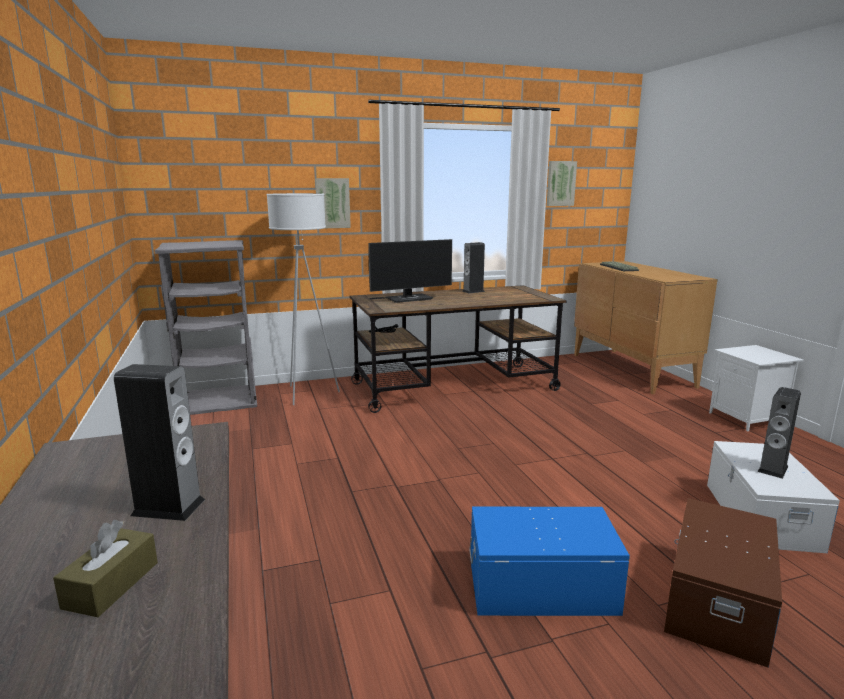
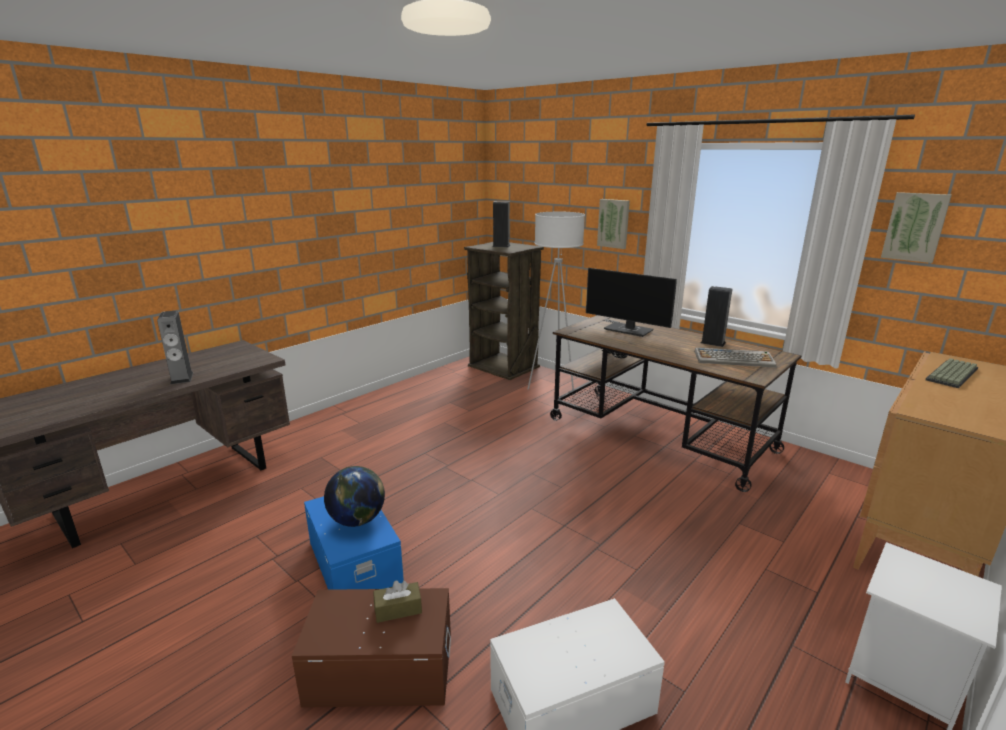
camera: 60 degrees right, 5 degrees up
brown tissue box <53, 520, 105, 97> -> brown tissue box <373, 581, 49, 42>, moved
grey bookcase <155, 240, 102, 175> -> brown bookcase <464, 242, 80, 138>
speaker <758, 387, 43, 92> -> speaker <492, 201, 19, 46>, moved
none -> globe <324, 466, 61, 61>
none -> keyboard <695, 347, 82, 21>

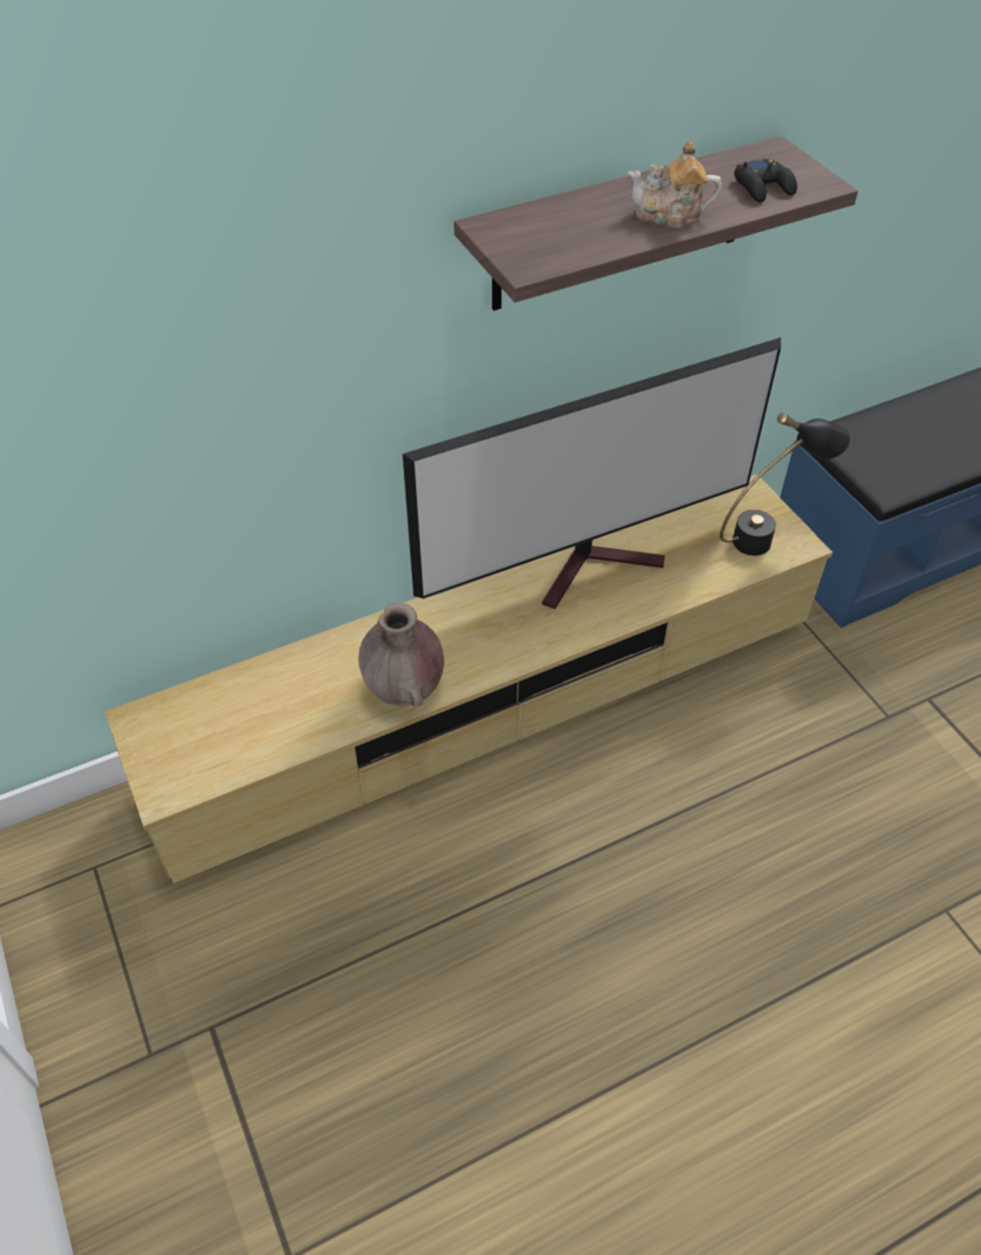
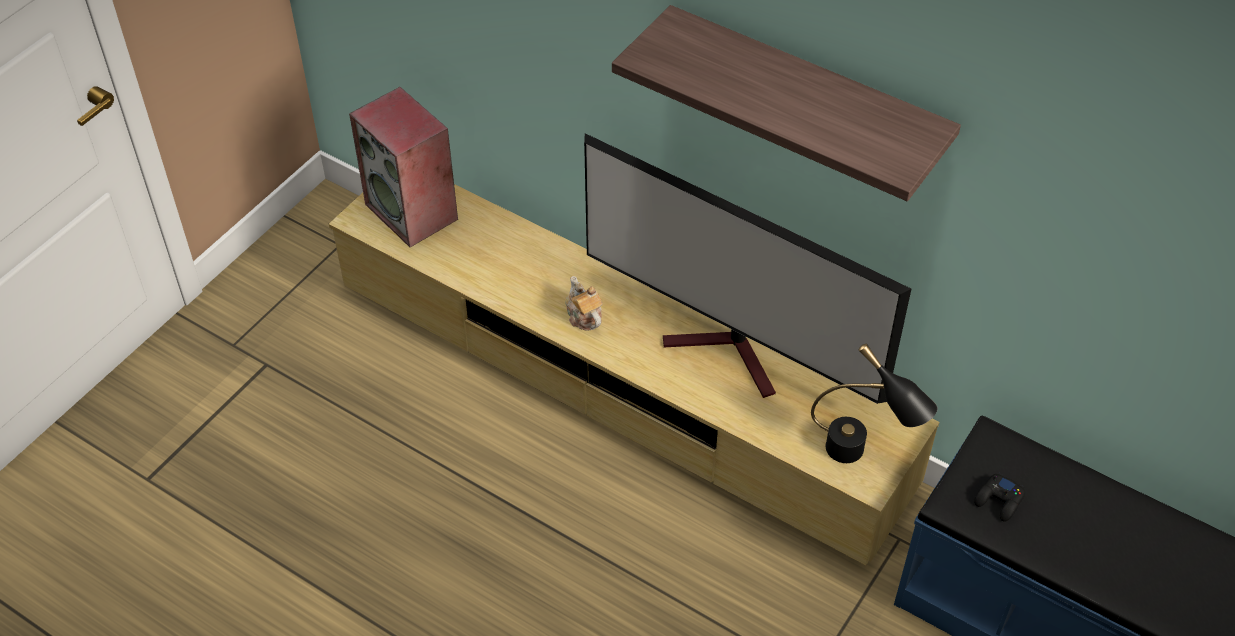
camera: 60 degrees right, 0 degrees up
brown vase <359, 603, 85, 103> -> none
teapot <628, 141, 94, 87> -> teapot <566, 276, 37, 55>, moved
black game controller <734, 159, 63, 44> -> black game controller <974, 473, 51, 49>, moved
none -> speaker <349, 87, 109, 160>

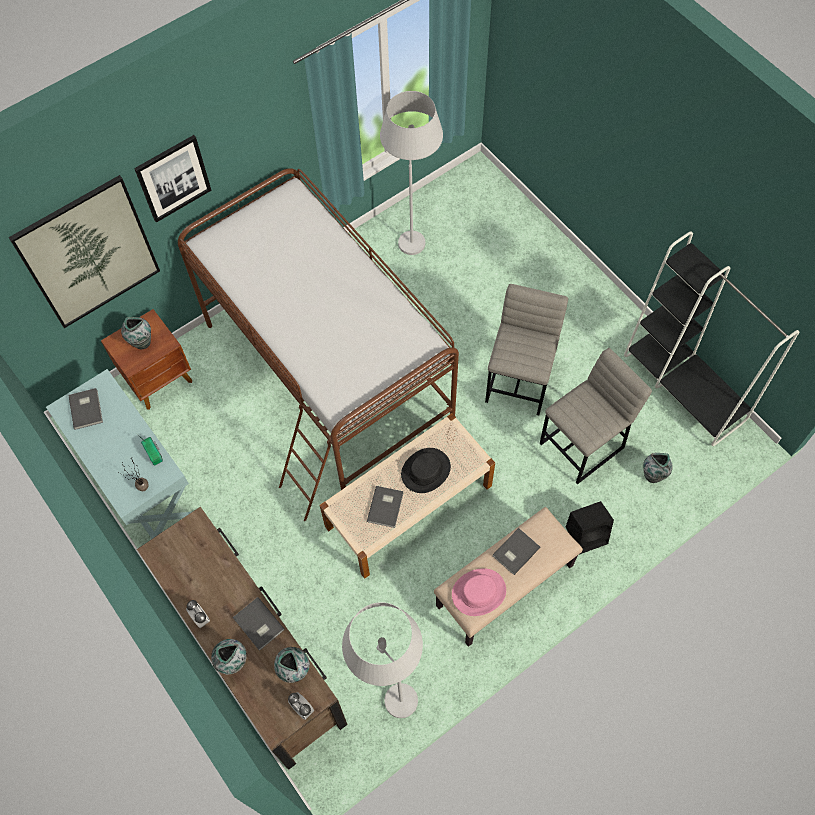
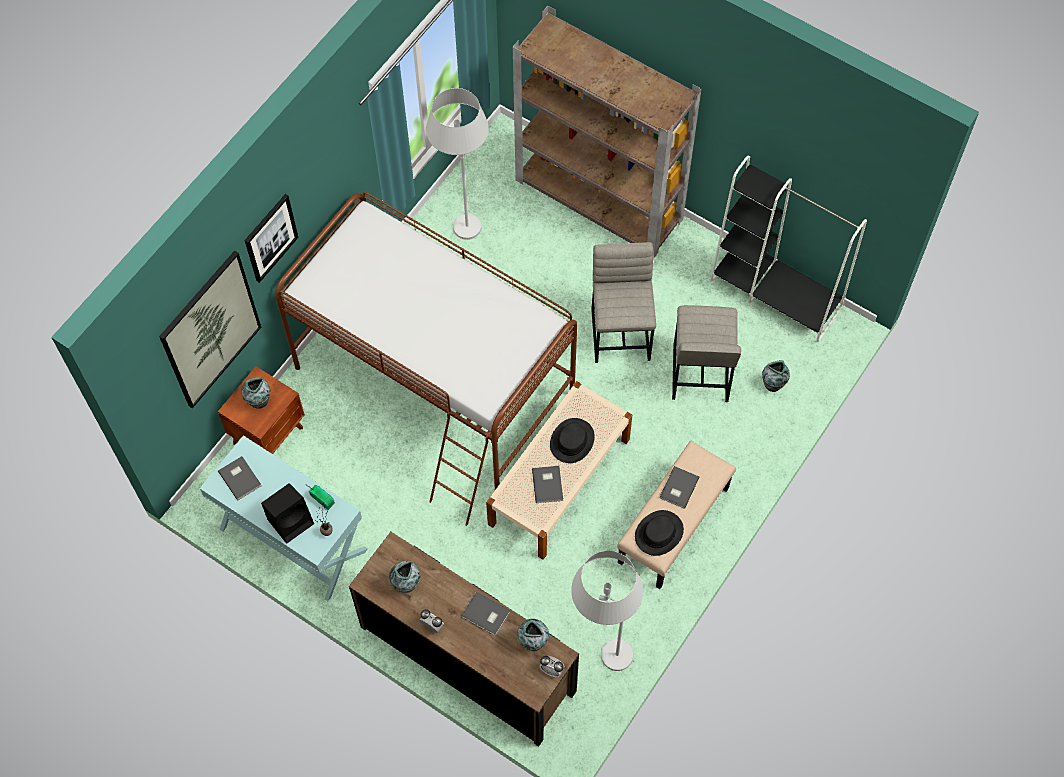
camera: 20 degrees left, 0 degrees up
vase <211, 639, 36, 36> -> vase <389, 561, 31, 32>, moved
pink hat <452, 568, 54, 48> -> black hat <635, 510, 49, 46>
grey chair <540, 348, 112, 136> -> grey chair <672, 305, 69, 97>, 150 degrees clockwise
black speaker <566, 501, 48, 53> -> black speaker <261, 483, 53, 61>, moved
none -> brown bookcase <513, 5, 189, 254>

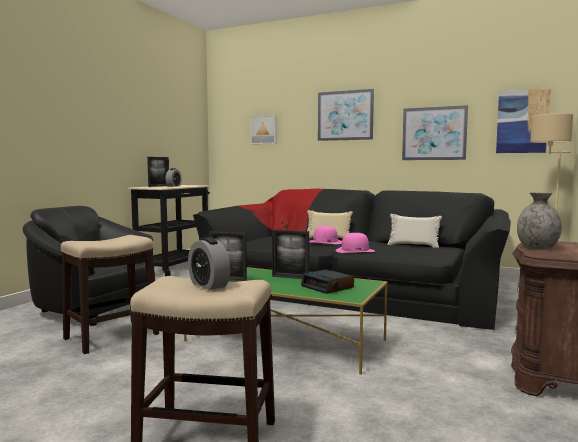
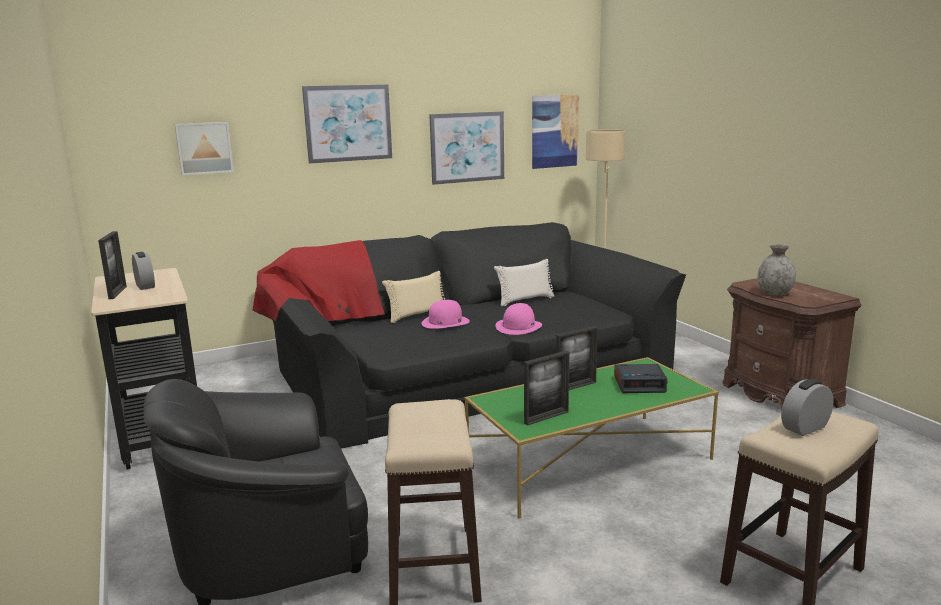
camera: 50 degrees left, 10 degrees up
alarm clock <188, 237, 42, 53> -> alarm clock <781, 379, 53, 57>, 150 degrees clockwise

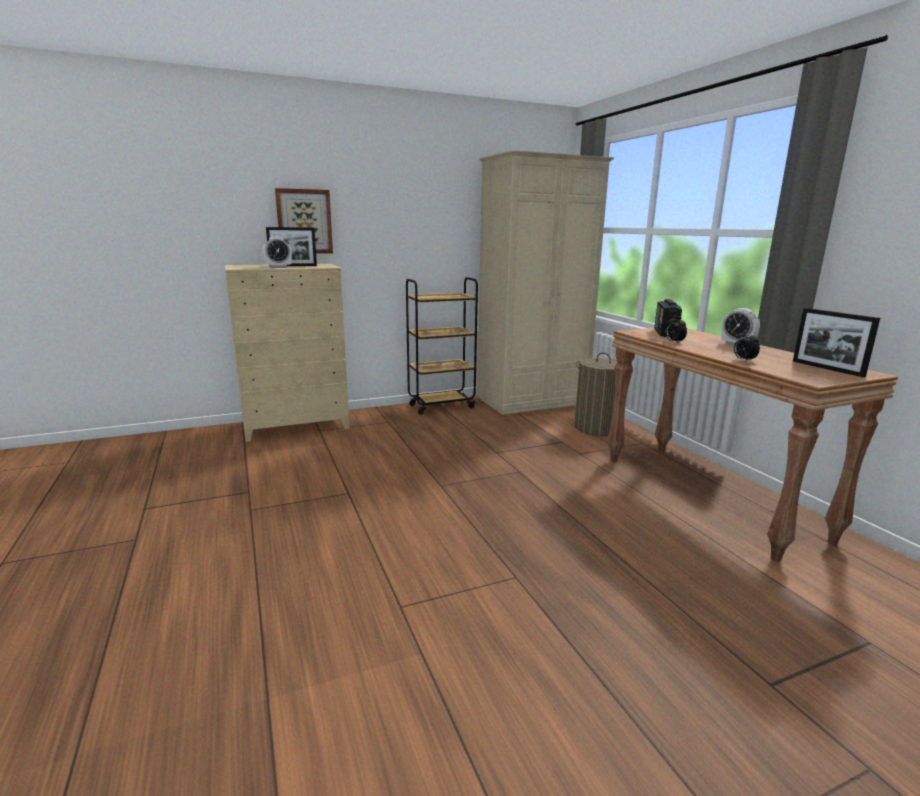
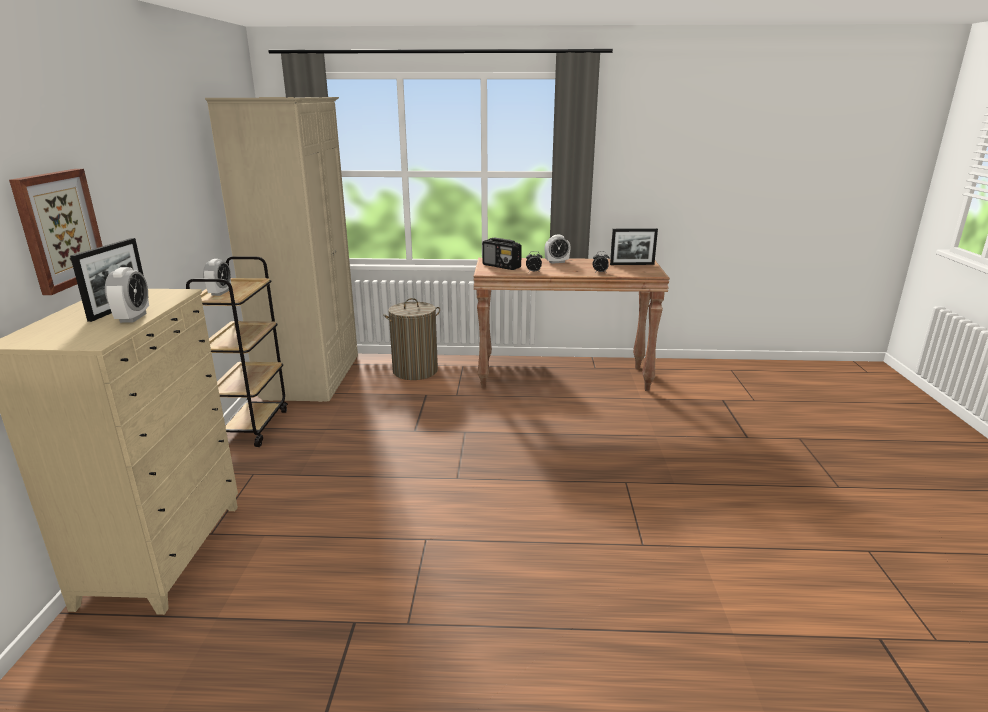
camera: 65 degrees left, 5 degrees up
none -> alarm clock <203, 259, 28, 37>

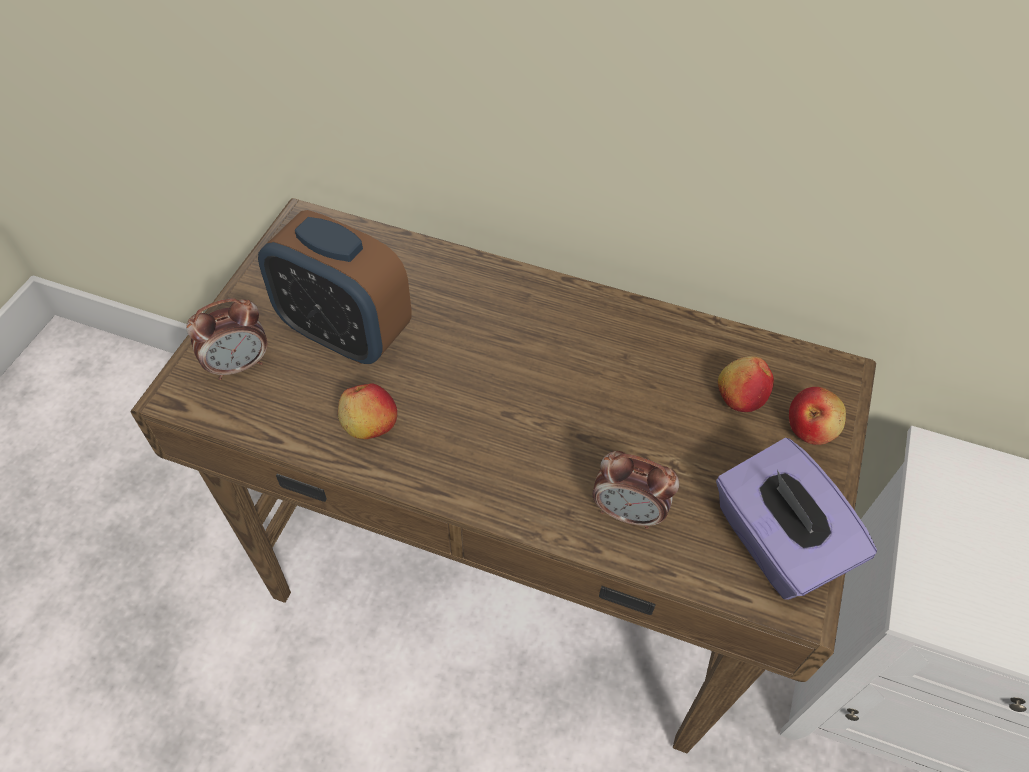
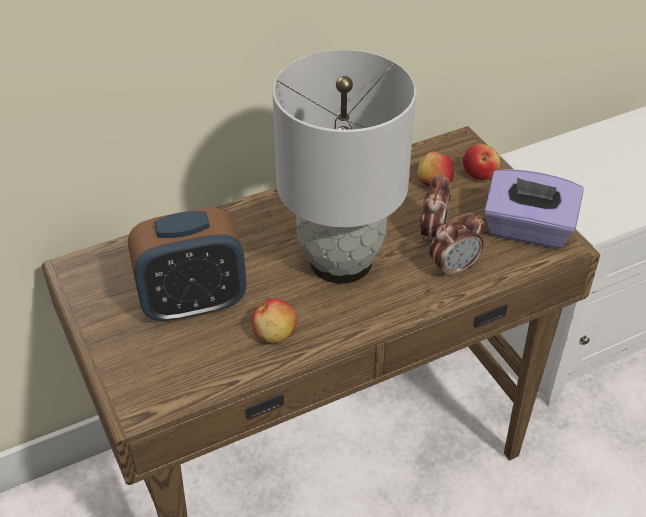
camera: 45 degrees left, 10 degrees down
alarm clock <186, 298, 81, 82> -> alarm clock <420, 172, 31, 68>, moved
none -> white table lamp <272, 50, 144, 234>

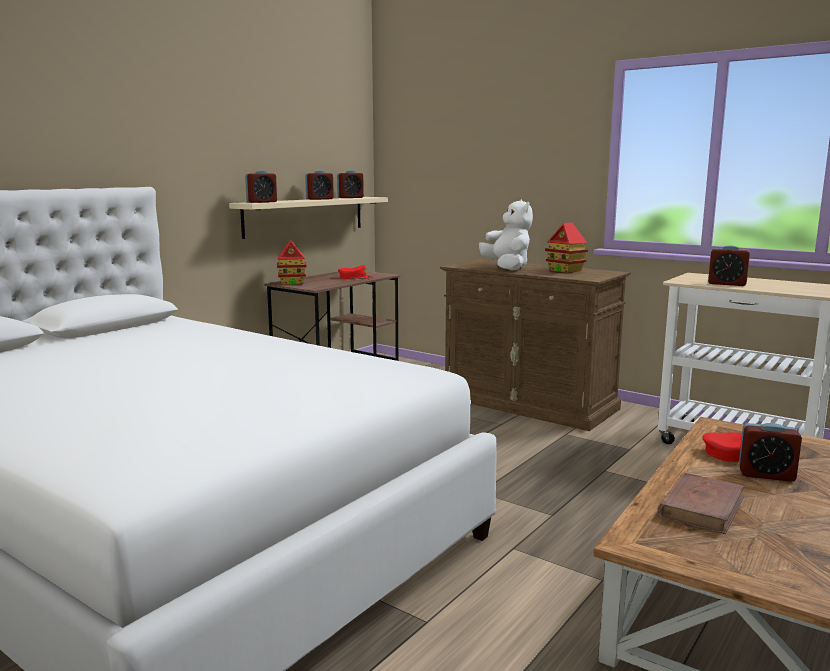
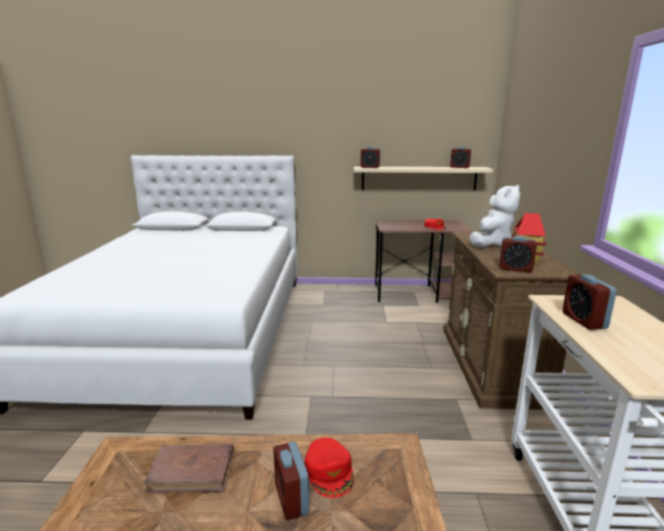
camera: 55 degrees right, 5 degrees up
toy house <277, 239, 29, 46> -> none
alarm clock <305, 170, 29, 30> -> alarm clock <499, 236, 38, 36>, moved

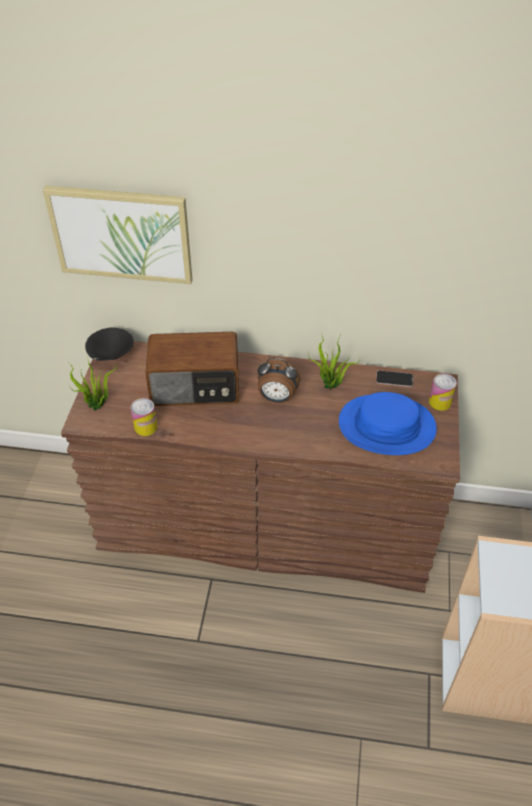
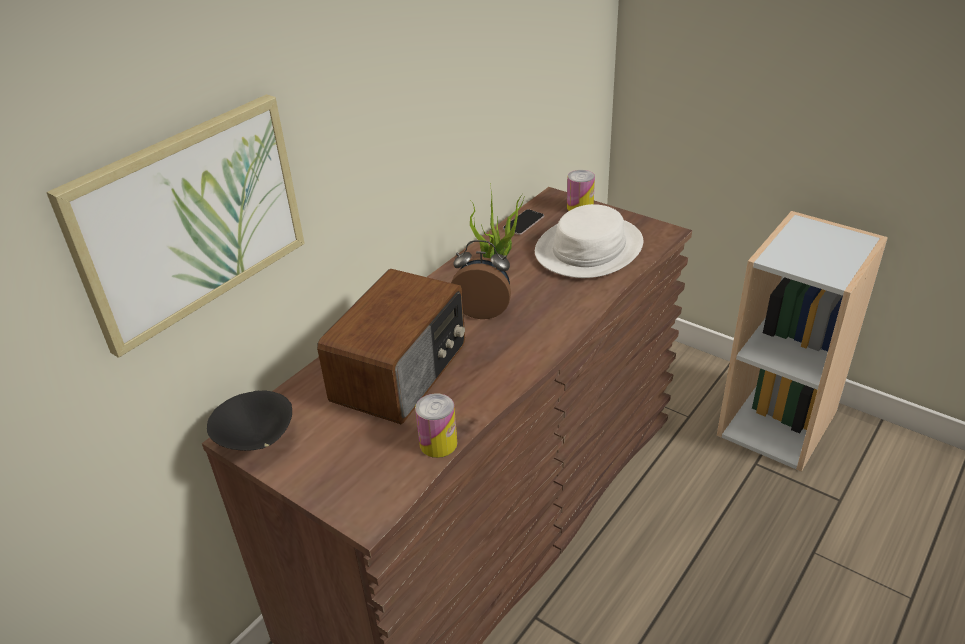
camera: 60 degrees left, 10 degrees down
potted plant <69, 351, 48, 60> -> none
alarm clock <257, 358, 43, 45> -> alarm clock <451, 240, 60, 79>, 120 degrees counterclockwise
blue hat <339, 392, 98, 63> -> white hat <535, 204, 108, 74>

